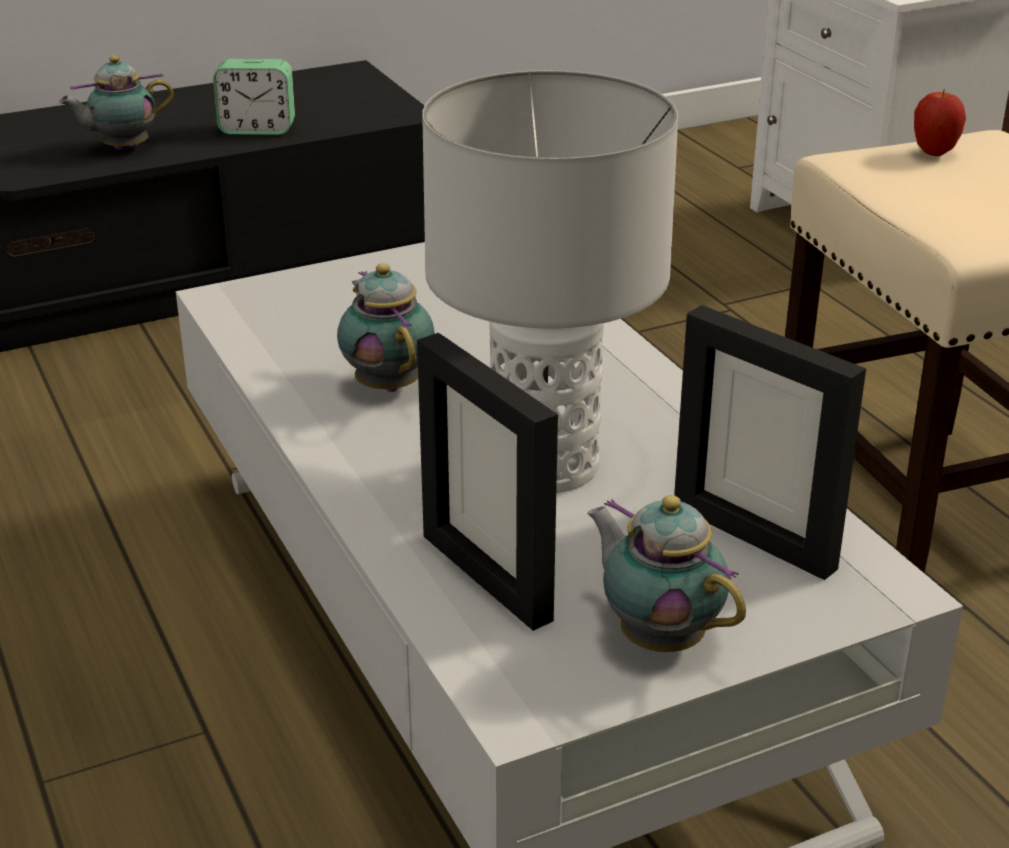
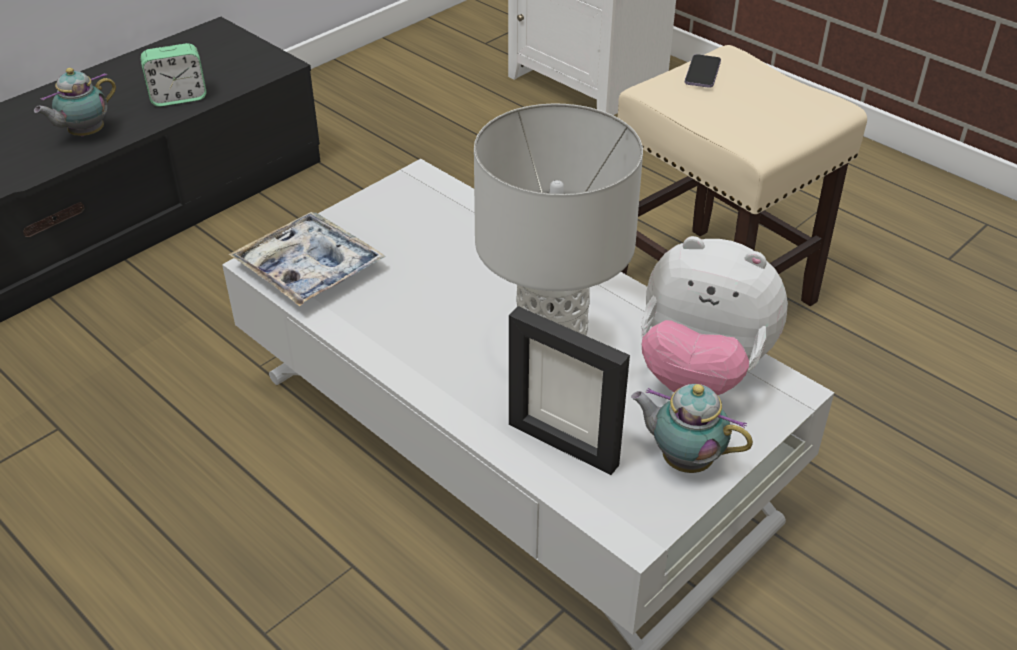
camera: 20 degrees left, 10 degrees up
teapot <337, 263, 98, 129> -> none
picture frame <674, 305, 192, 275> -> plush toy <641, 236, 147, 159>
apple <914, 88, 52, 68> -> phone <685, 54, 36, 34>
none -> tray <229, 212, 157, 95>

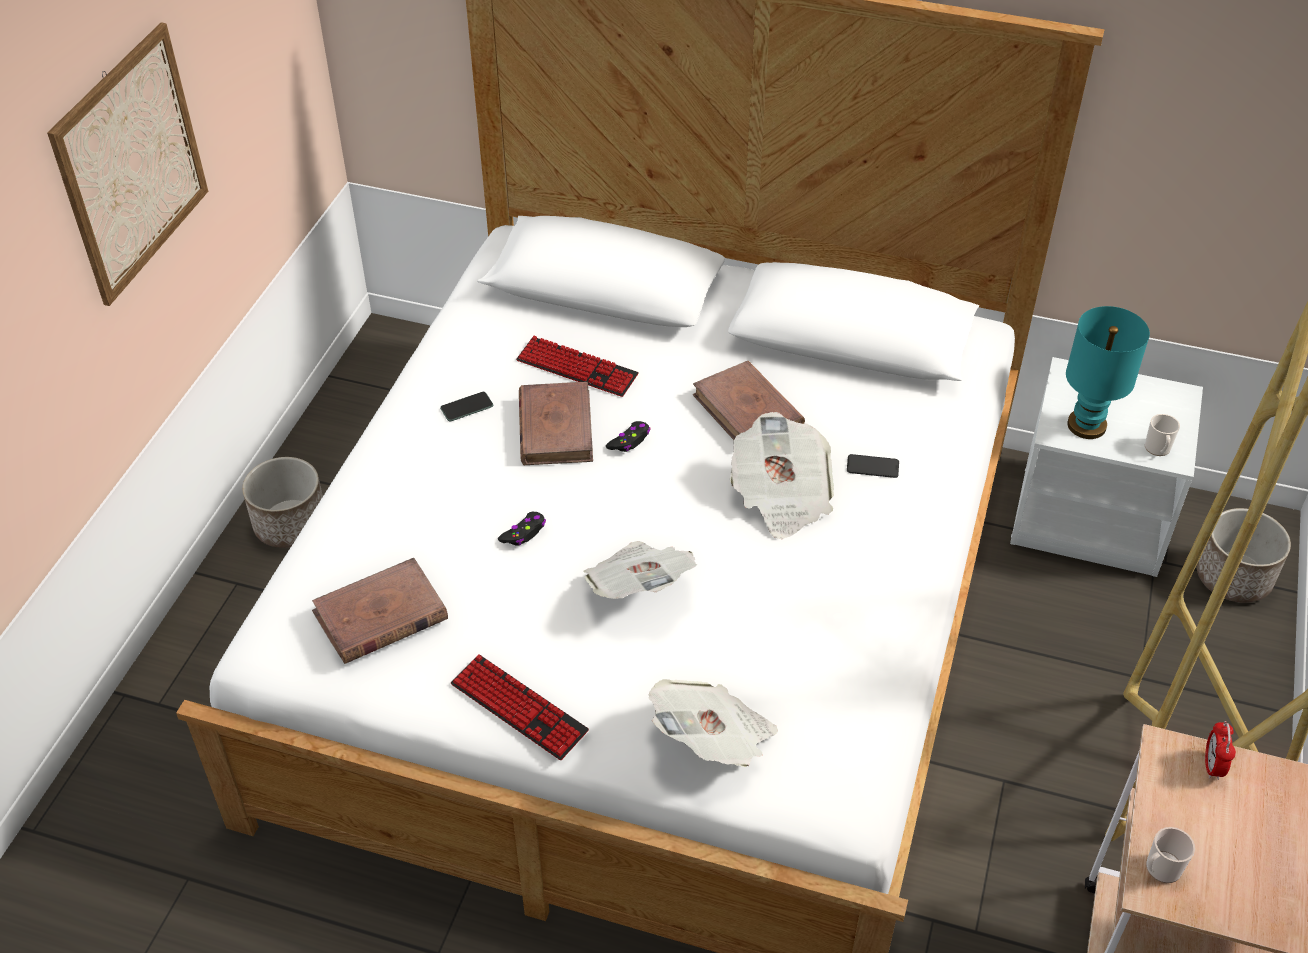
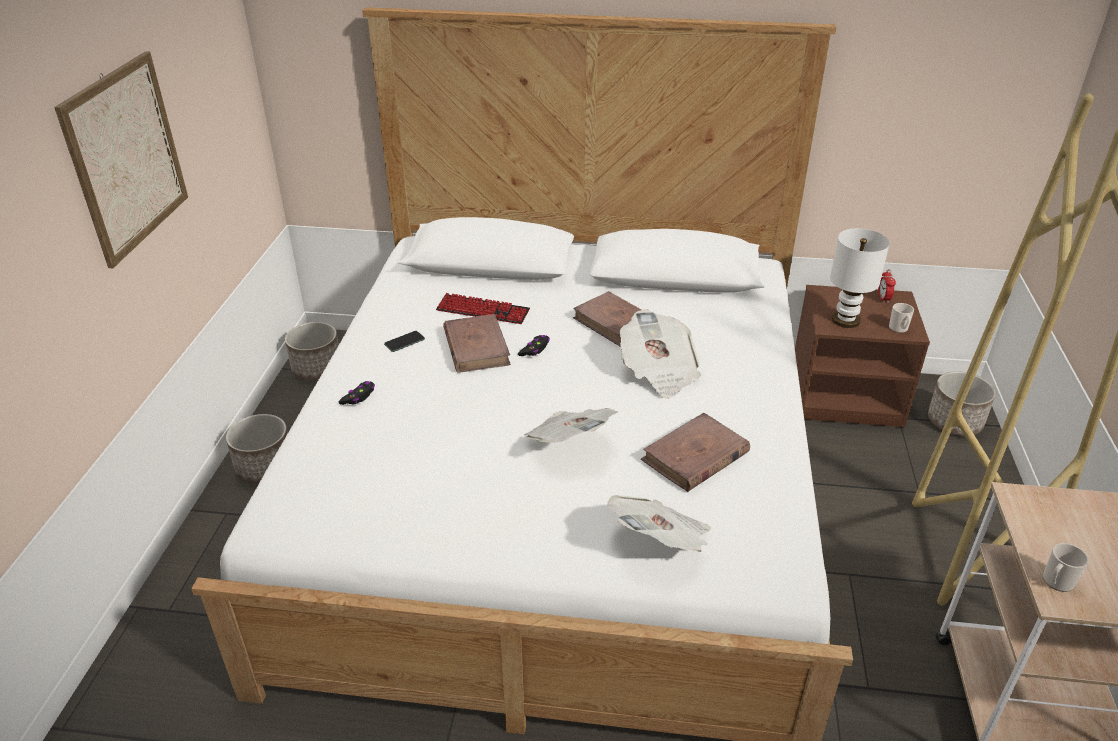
camera: 10 degrees left, 10 degrees down
brown book <312, 558, 136, 106> -> brown book <641, 413, 109, 79>, moved
keyboard <451, 654, 138, 106> -> none
black game controller <498, 512, 48, 34> -> black game controller <339, 381, 36, 24>, moved
phone <847, 454, 52, 24> -> none
white nightstand <1010, 357, 193, 220> -> brown nightstand <795, 285, 135, 143>
turquoise table lamp <1066, 306, 84, 133> -> white table lamp <830, 228, 60, 100>
alarm clock <1205, 721, 31, 59> -> alarm clock <878, 269, 18, 34>, moved
none -> planter <285, 322, 54, 58>

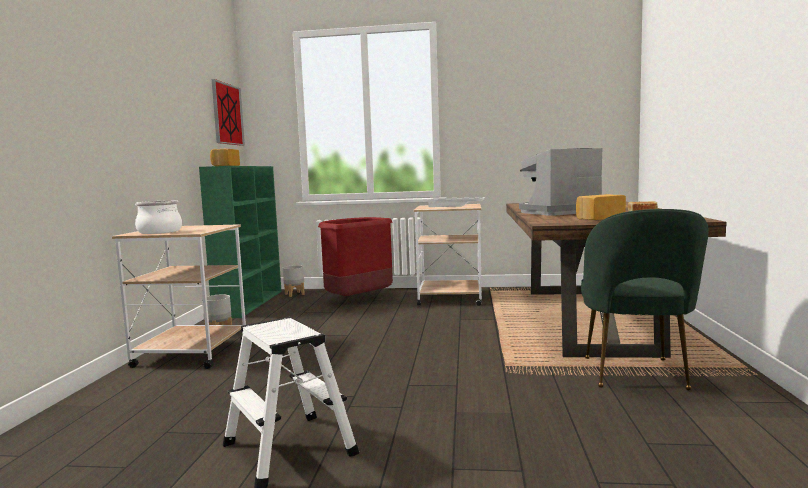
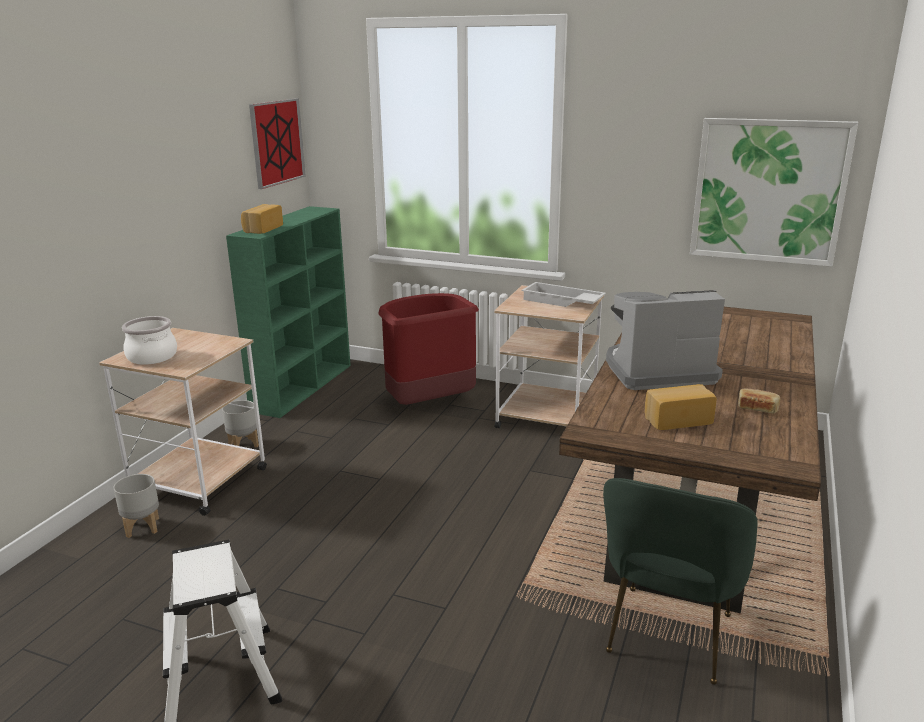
camera: 15 degrees right, 15 degrees up
grey planter <283, 265, 22, 32> -> grey planter <114, 474, 45, 64>, moved
none -> picture <690, 118, 168, 149>

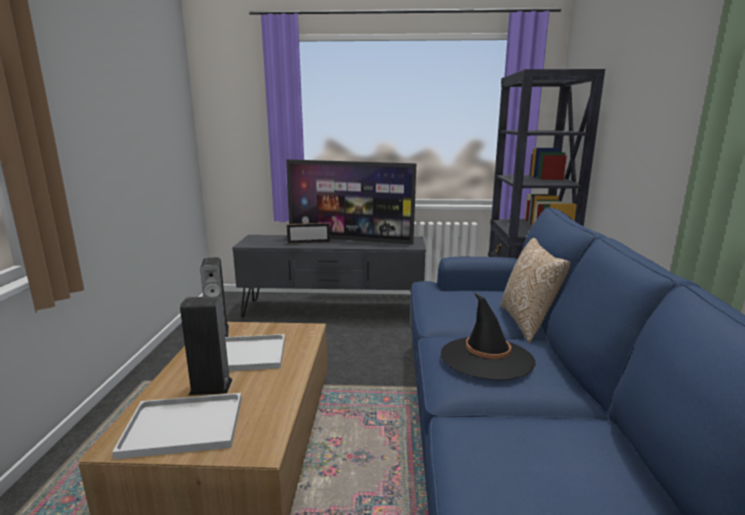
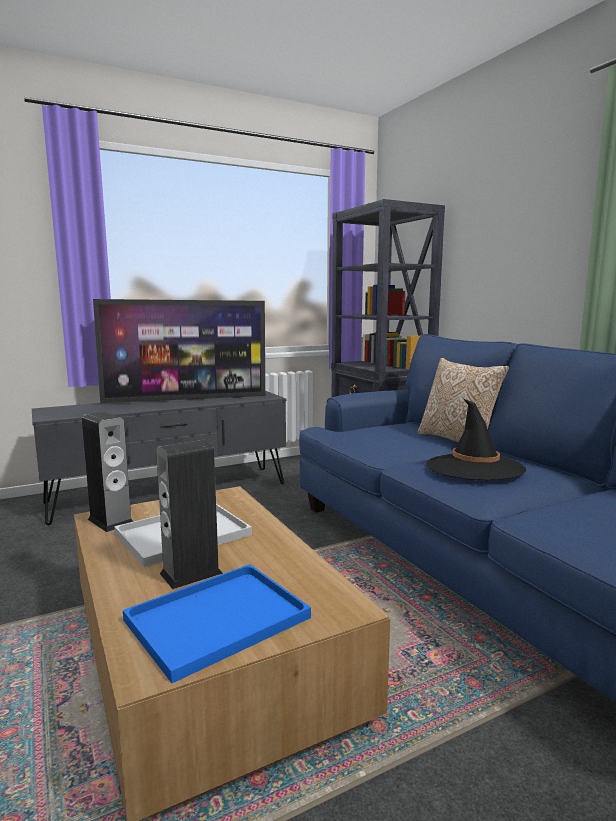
camera: 30 degrees left, 5 degrees down
white tray <112, 393, 130, 66> -> blue tray <123, 564, 188, 119>
picture frame <286, 223, 45, 21> -> none

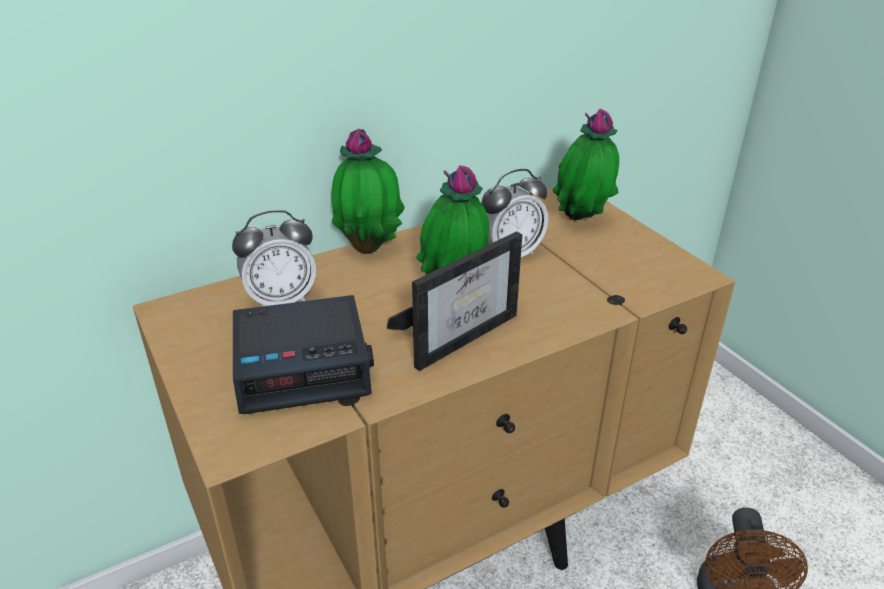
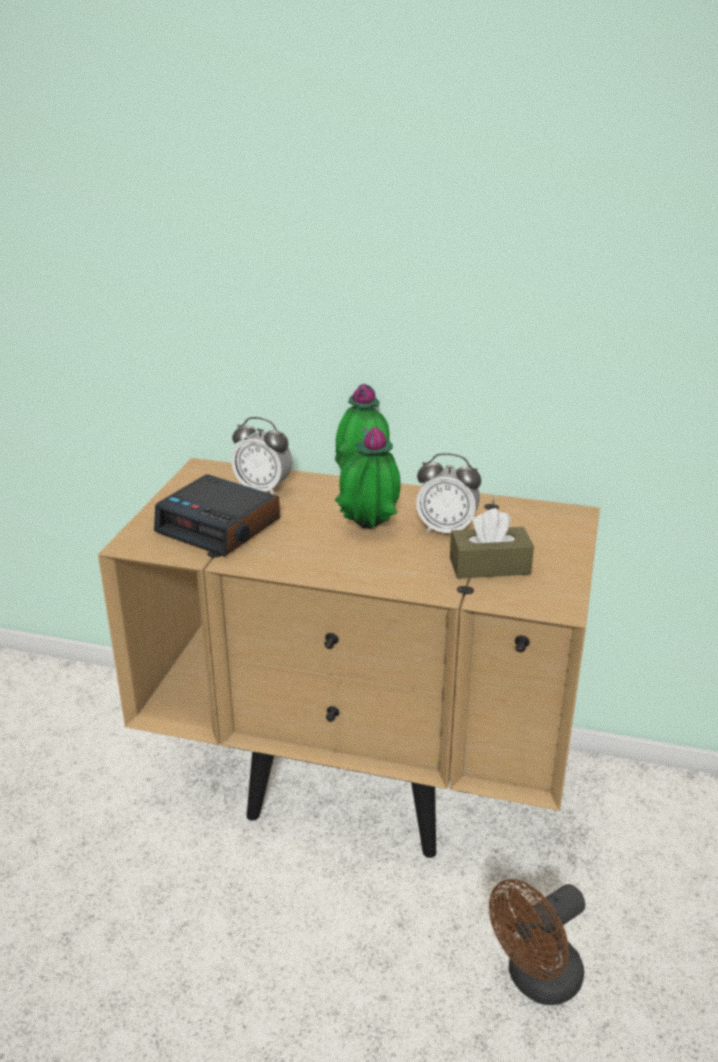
camera: 45 degrees right, 5 degrees down
picture frame <387, 231, 135, 140> -> none
potted plant <552, 109, 67, 112> -> none
none -> brown tissue box <450, 508, 84, 71>

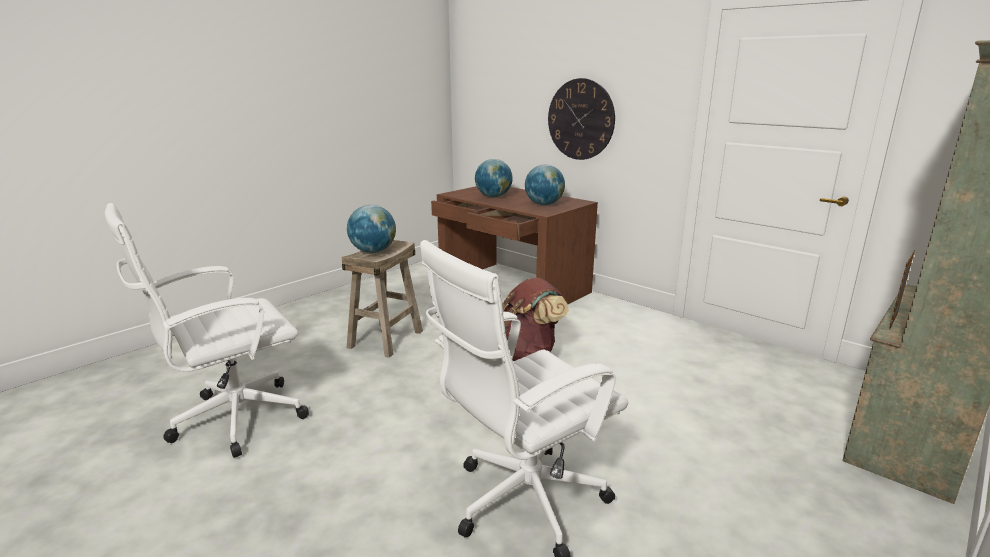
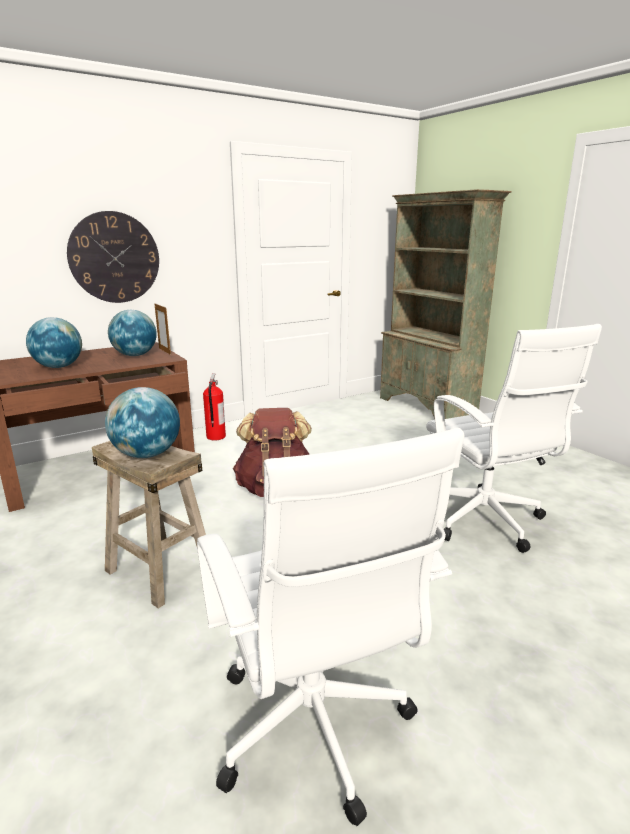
camera: 75 degrees left, 0 degrees up
picture frame <889, 250, 26, 80> -> picture frame <155, 302, 16, 53>, moved
none -> fire extinguisher <203, 373, 23, 68>

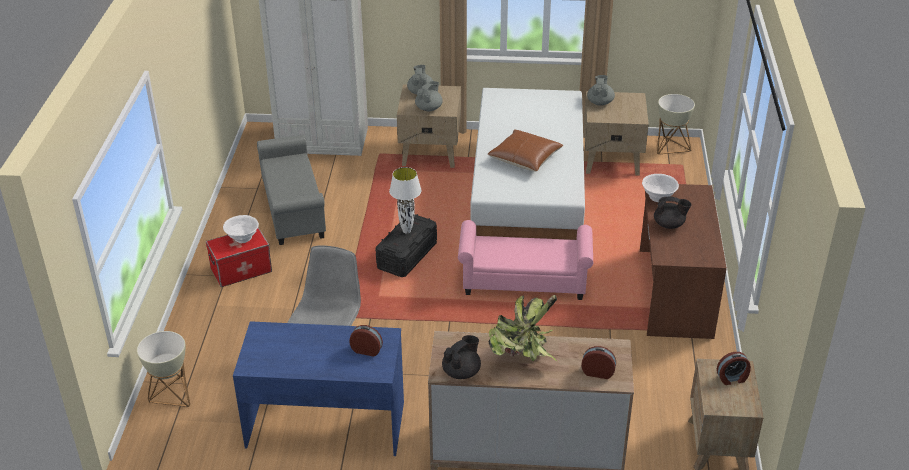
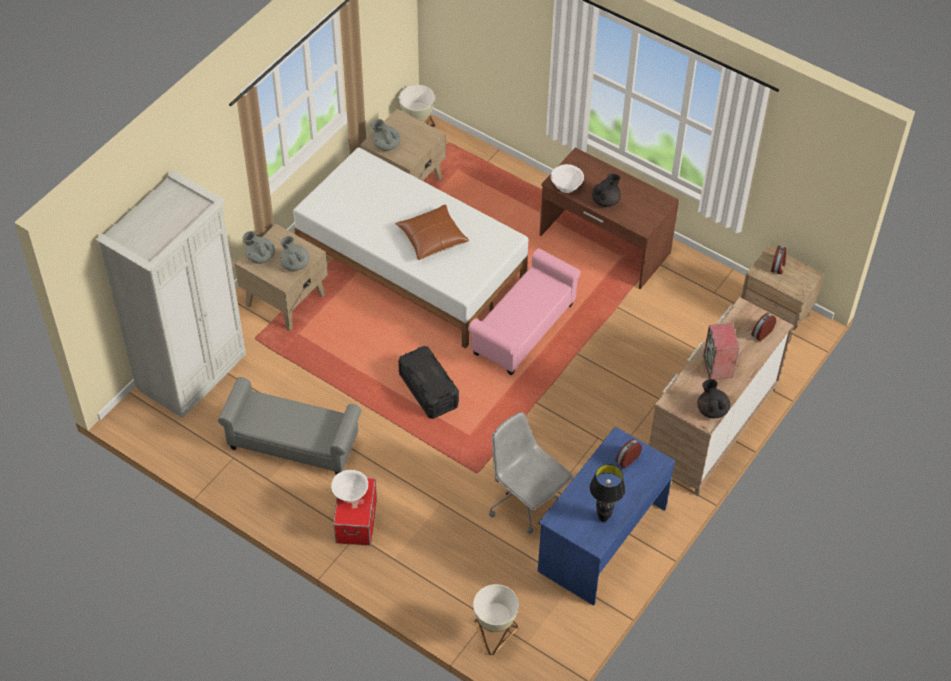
camera: 60 degrees left, 15 degrees up
white table lamp <389, 167, 33, 67> -> none
potted plant <488, 295, 69, 66> -> speaker <703, 323, 36, 57>
none -> black table lamp <590, 464, 36, 58>

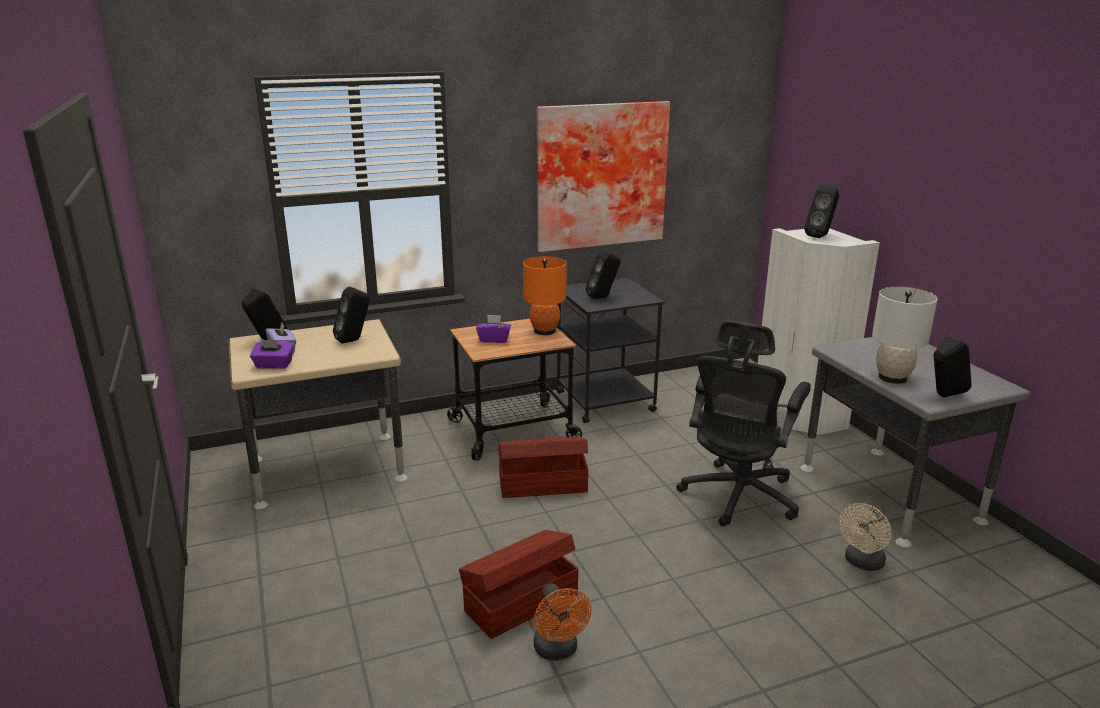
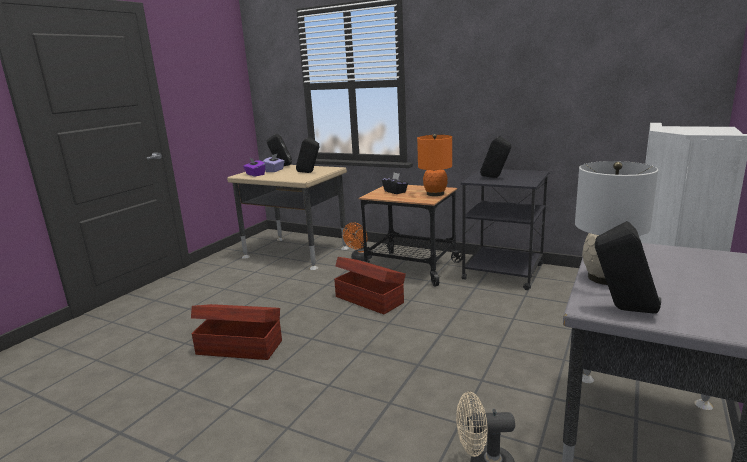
camera: 50 degrees right, 5 degrees down
purple tissue box <476, 315, 35, 28> -> black tissue box <382, 173, 26, 21>
orange fan <534, 583, 58, 78> -> orange fan <343, 222, 29, 39>, moved
picture <537, 101, 133, 151> -> none
office chair <676, 321, 135, 206> -> none
black speaker <804, 184, 36, 54> -> none

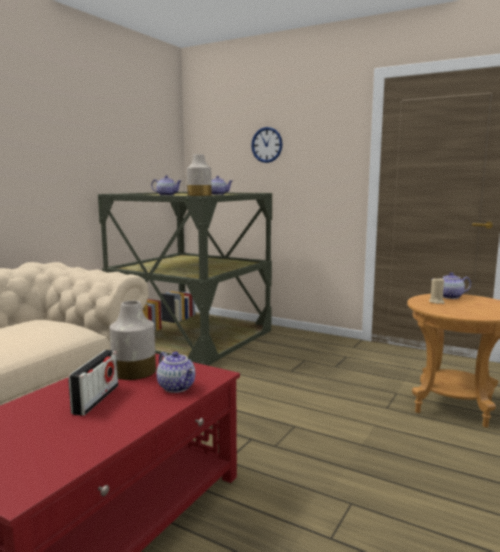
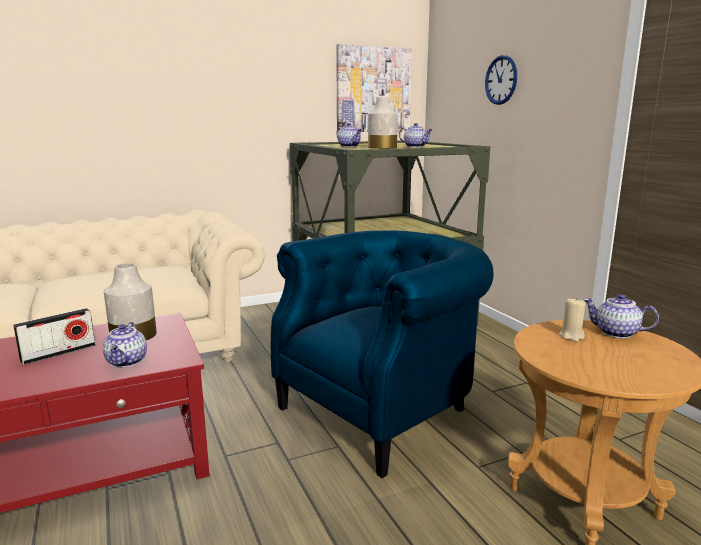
camera: 35 degrees right, 5 degrees up
none -> blue armchair <271, 230, 222, 248>
none -> picture <336, 44, 76, 88>

